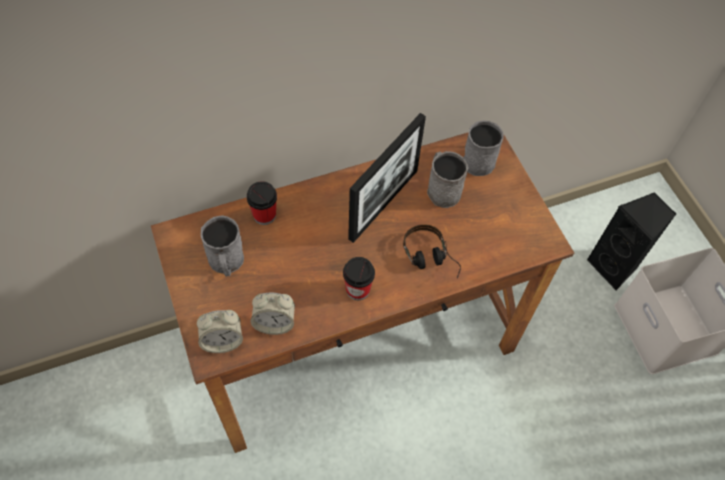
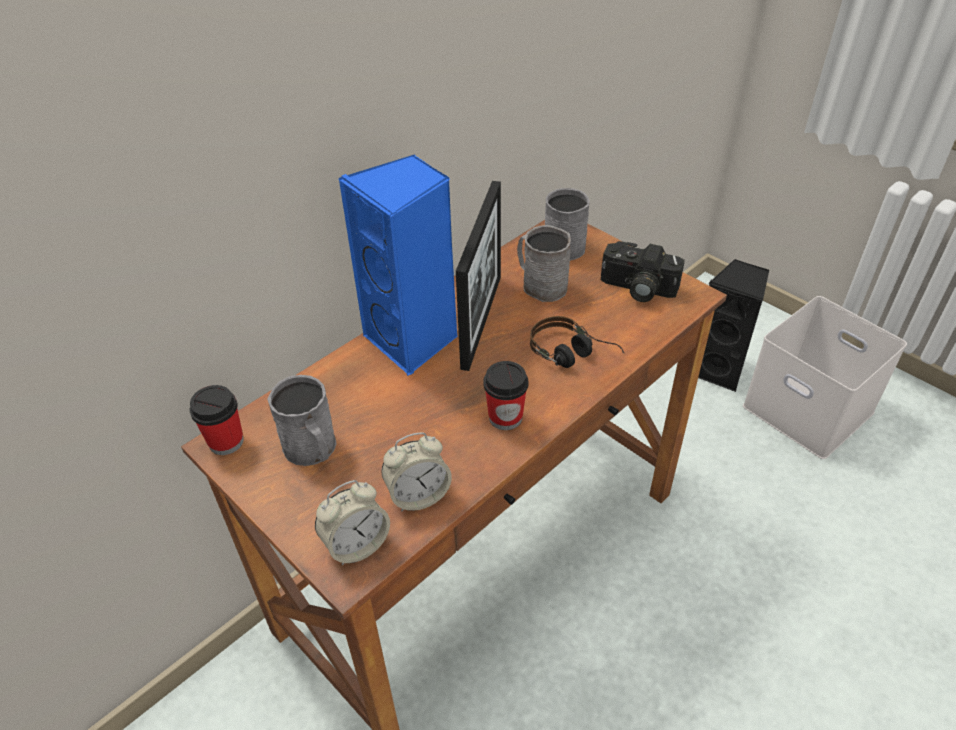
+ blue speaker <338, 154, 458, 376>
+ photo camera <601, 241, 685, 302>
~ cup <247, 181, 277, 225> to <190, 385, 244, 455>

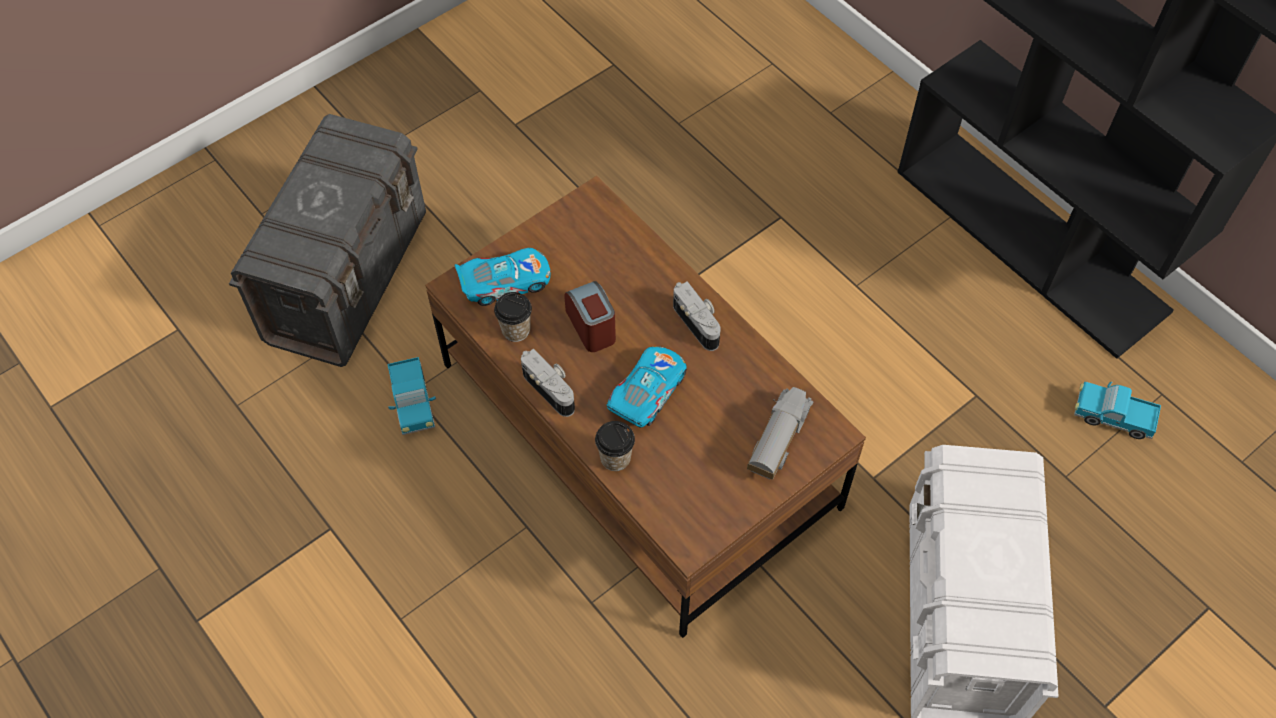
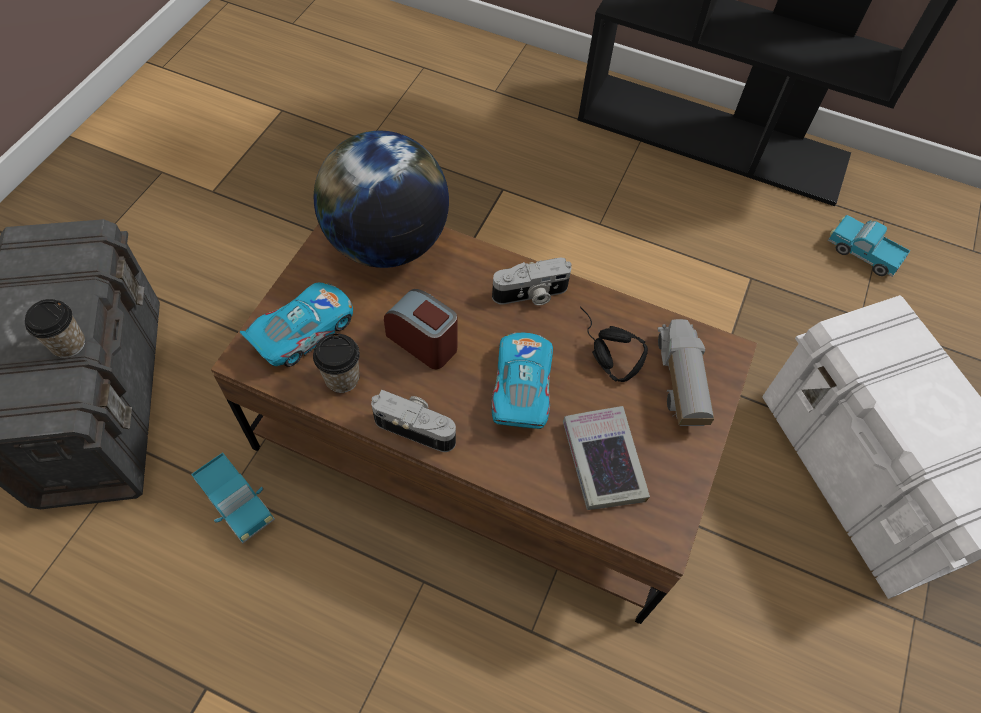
+ globe <314, 131, 449, 268>
+ book <563, 406, 650, 510>
+ black headphones <580, 306, 648, 382>
~ cup <595, 421, 635, 471> to <25, 299, 85, 358>
~ photo camera <673, 281, 721, 351> = <492, 258, 572, 306> 135 degrees clockwise
~ toy truck <1074, 382, 1161, 439> = <828, 215, 910, 277> 45 degrees clockwise

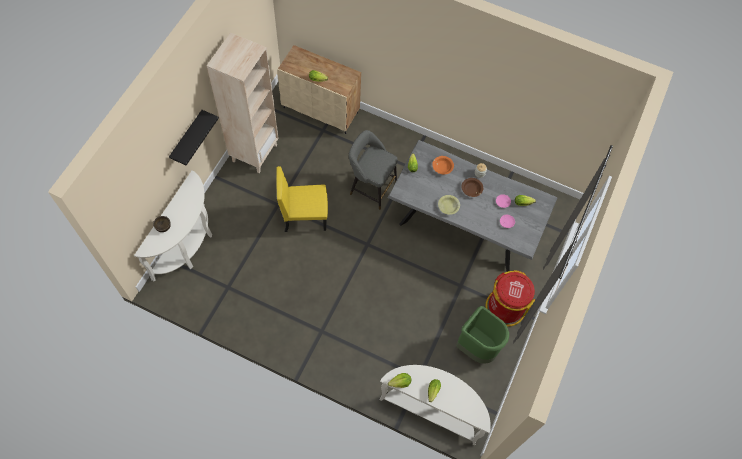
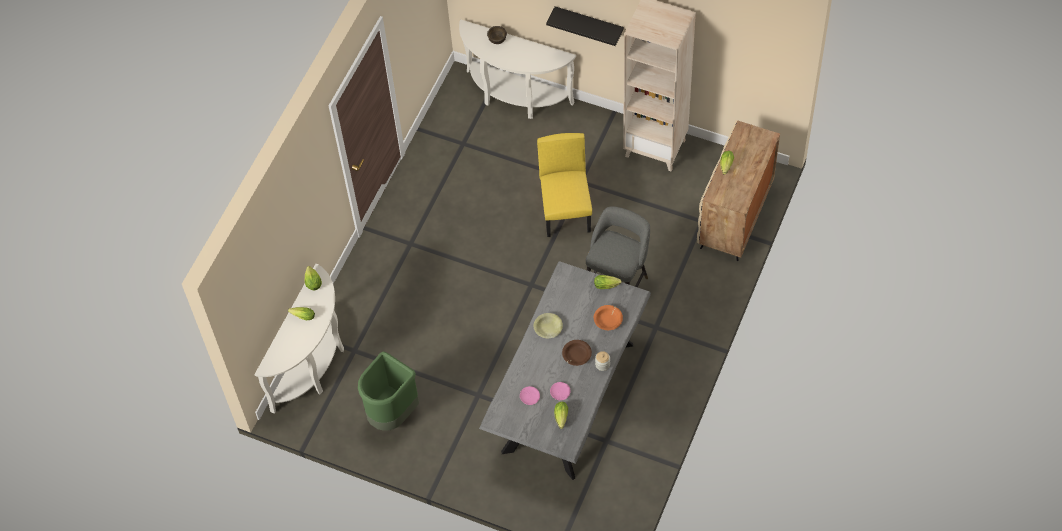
- red trash can <486, 270, 535, 327>

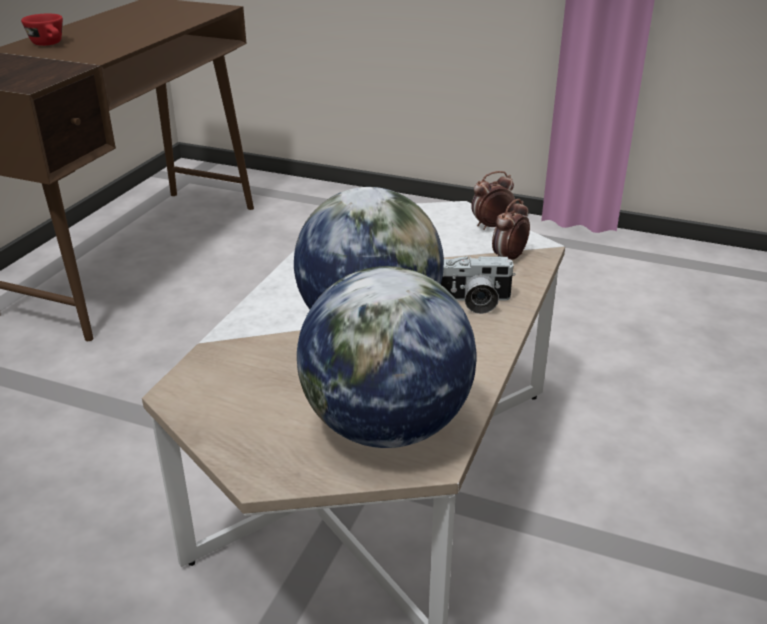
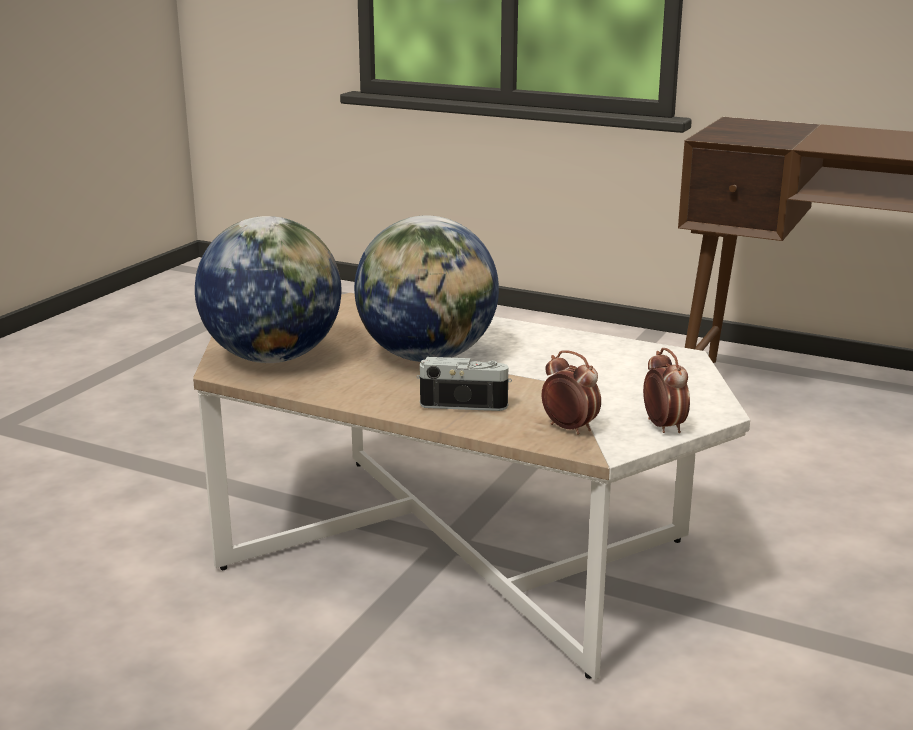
- red cup <21, 14, 63, 46>
~ photo camera <441, 256, 516, 314> = <416, 357, 512, 411> 90 degrees clockwise

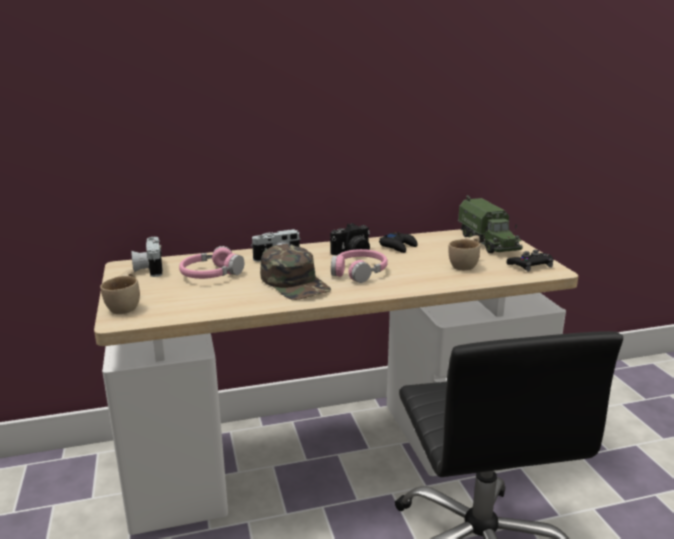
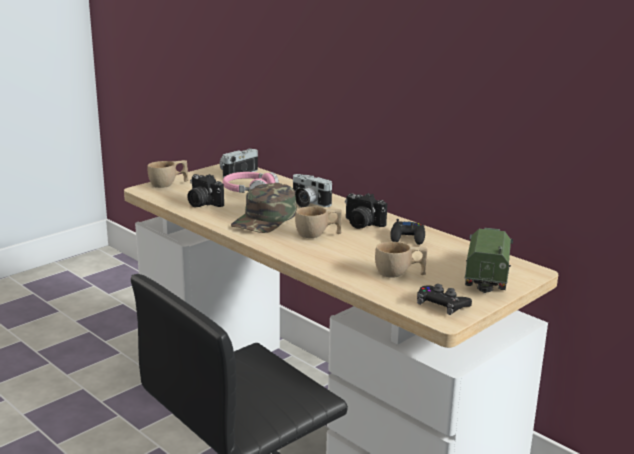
+ photo camera <187, 174, 224, 207>
~ pink headphones <331, 249, 388, 283> to beige cup <295, 207, 342, 238>
~ toy truck <458, 195, 523, 253> = <465, 228, 513, 294> 150 degrees clockwise

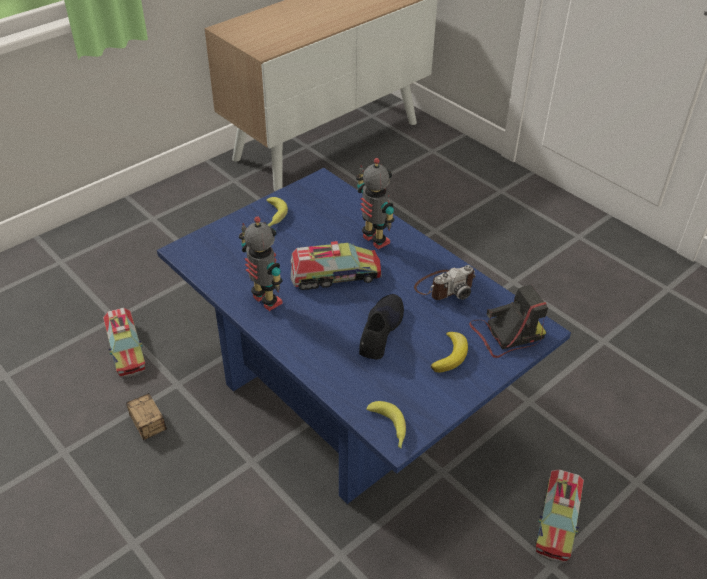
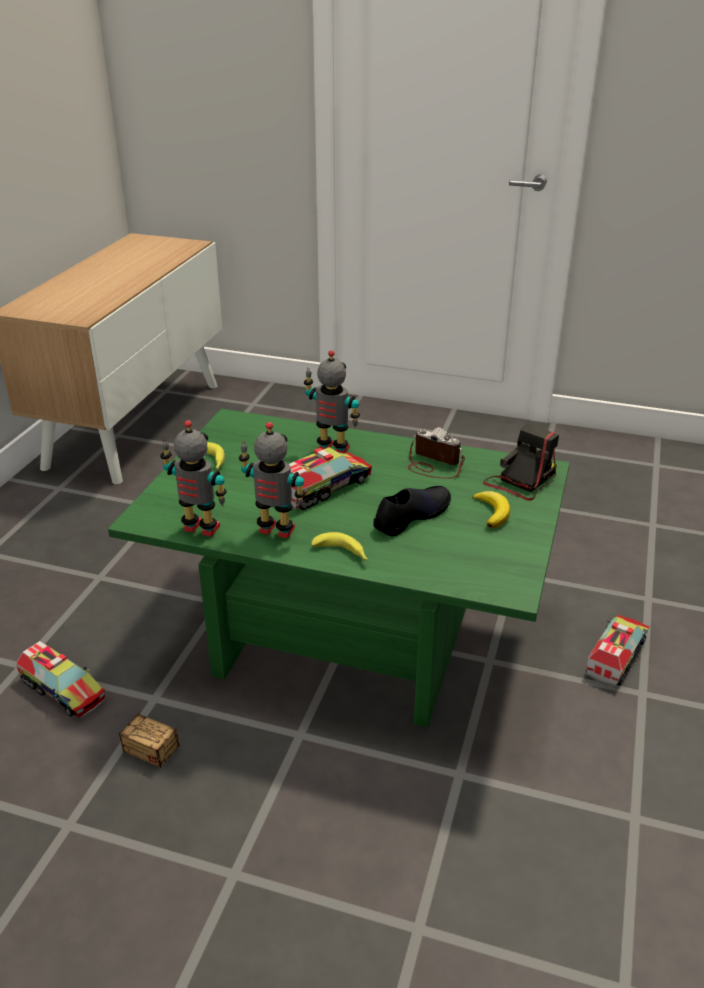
+ toy robot <160, 420, 227, 537>
~ banana <366, 401, 406, 449> to <311, 532, 368, 561>
~ blue coffee table <157, 168, 571, 504> to green coffee table <108, 409, 570, 727>
~ black shoe <359, 294, 404, 360> = <373, 486, 451, 536> 60 degrees clockwise
~ photo camera <414, 265, 476, 300> = <408, 427, 465, 479> 90 degrees counterclockwise
~ toy truck <535, 469, 584, 563> = <586, 615, 650, 687> 135 degrees counterclockwise

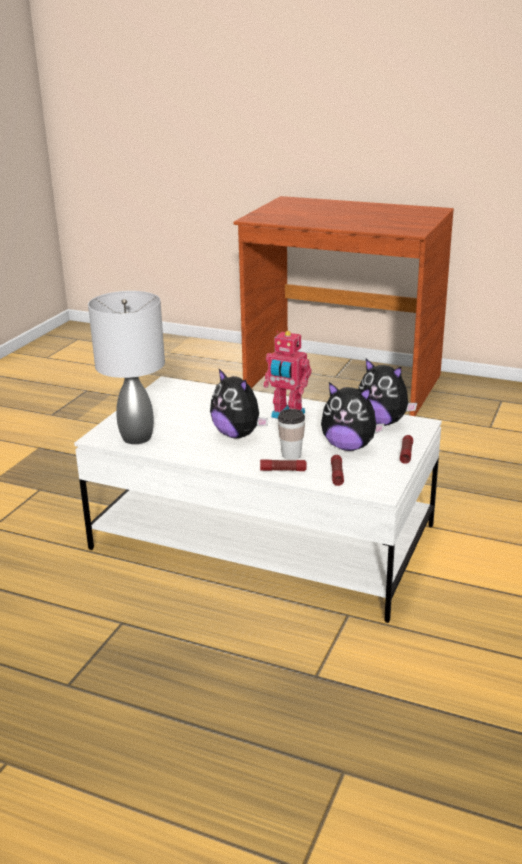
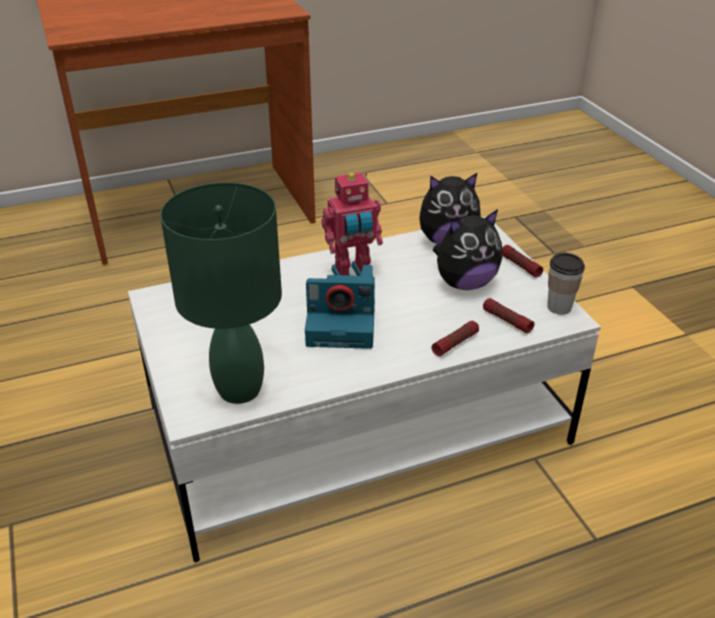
~ cup <278, 409, 305, 460> to <547, 253, 585, 315>
~ plush toy <210, 369, 268, 439> to photo camera <305, 265, 375, 349>
~ grey table lamp <88, 291, 165, 444> to green table lamp <160, 182, 282, 404>

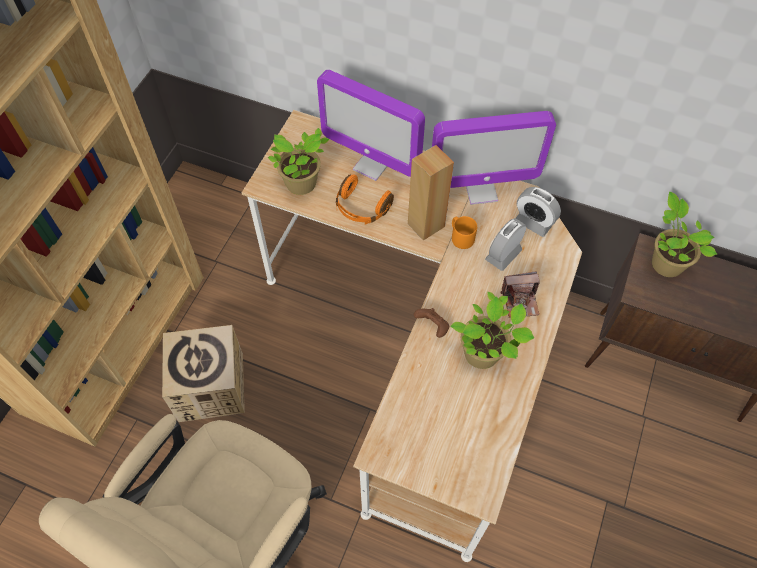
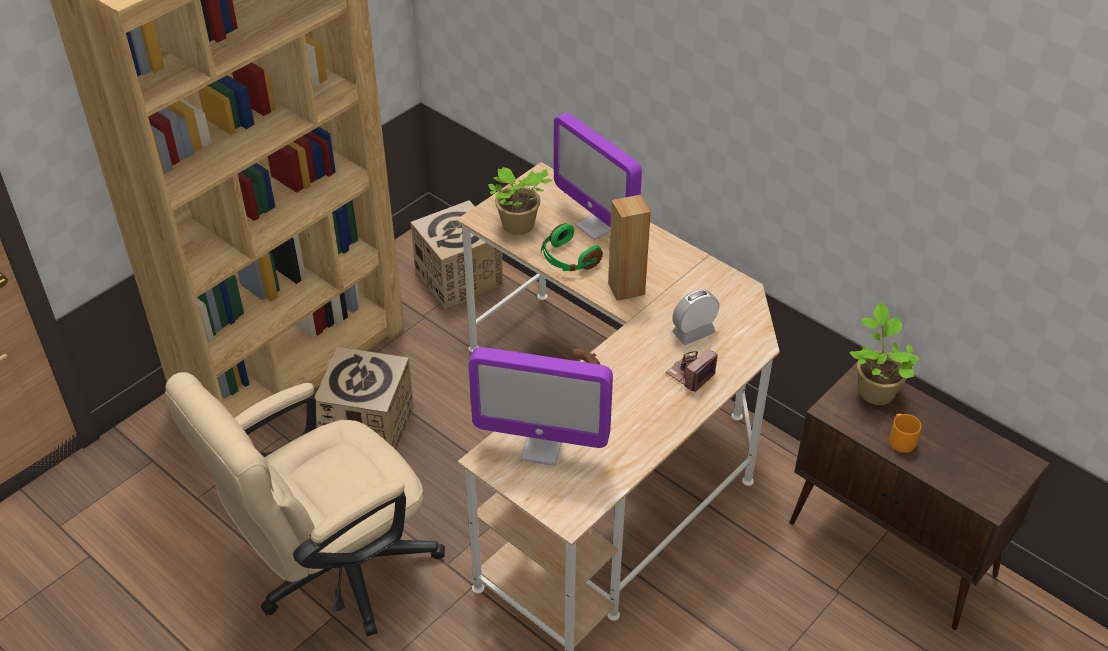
- potted plant <450, 292, 534, 369>
- alarm clock <516, 187, 561, 237>
+ cardboard box <411, 200, 503, 310>
~ monitor <432, 111, 556, 205> to <469, 347, 613, 466>
~ orange mug <452, 216, 477, 249> to <889, 414, 921, 453>
~ orange headphones <336, 174, 394, 224> to green headphones <541, 223, 603, 271>
~ photo camera <501, 271, 540, 318> = <666, 349, 718, 392> 120 degrees clockwise

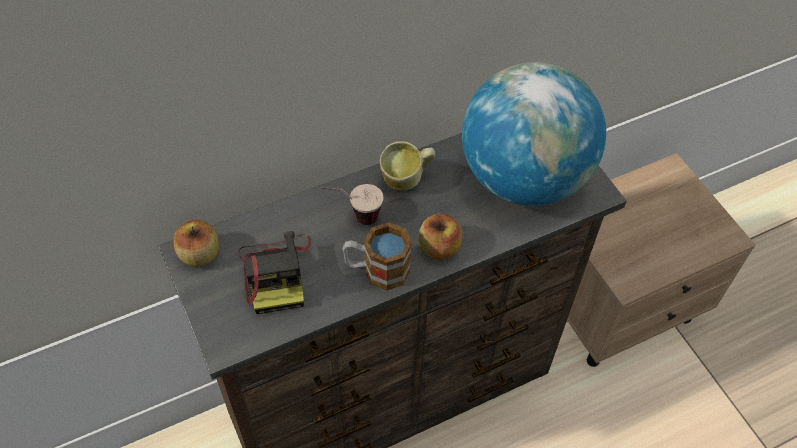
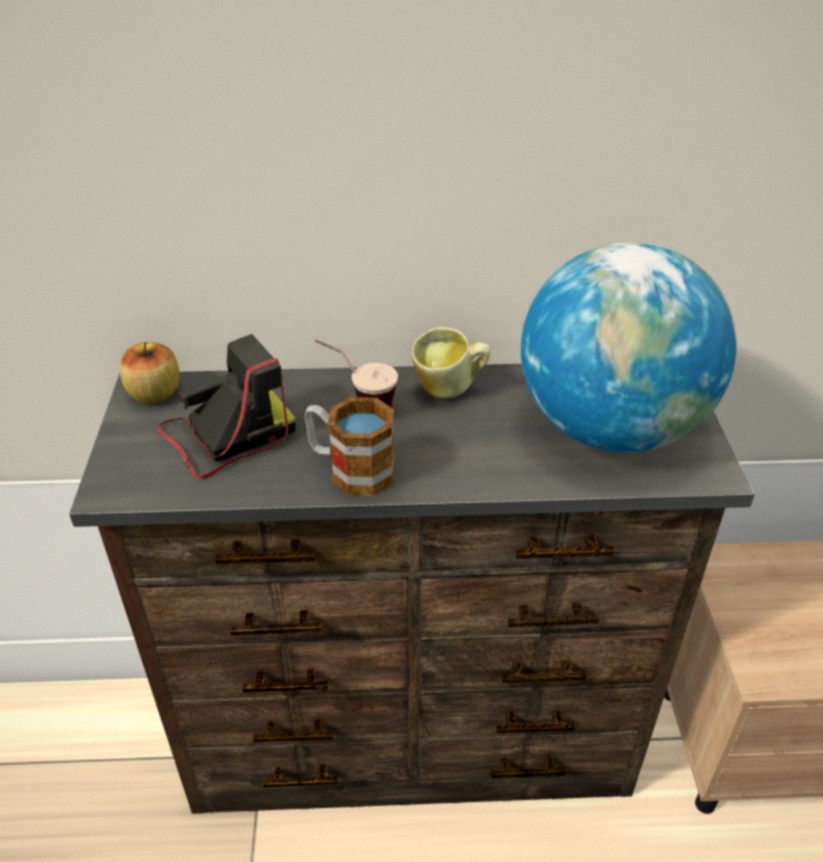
- apple <419, 214, 463, 260>
~ photo camera <239, 231, 311, 314> = <157, 334, 296, 479> 135 degrees counterclockwise

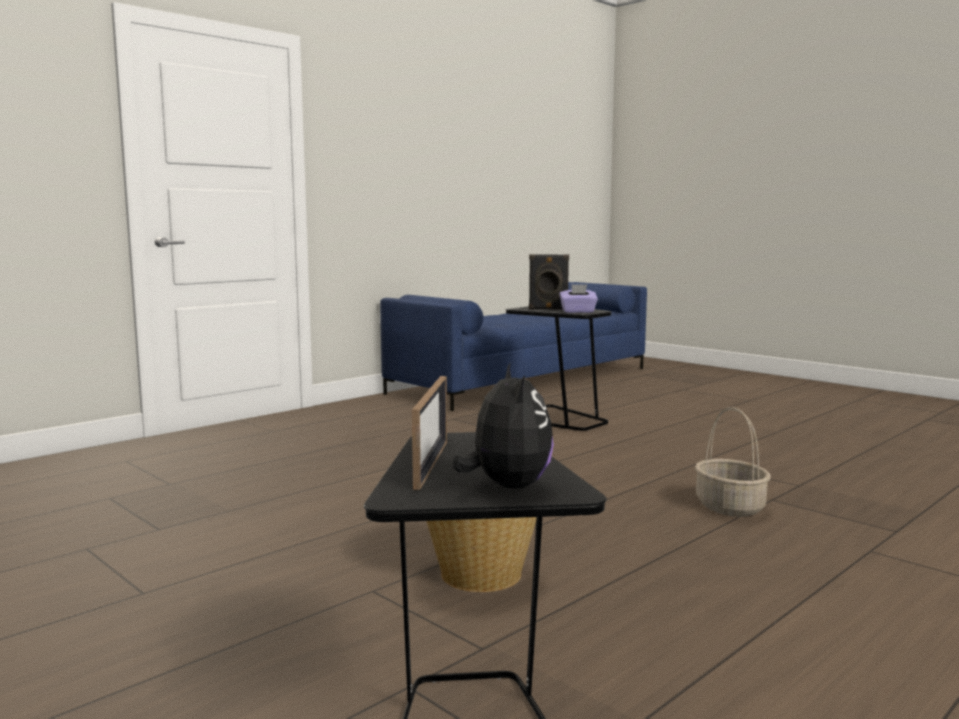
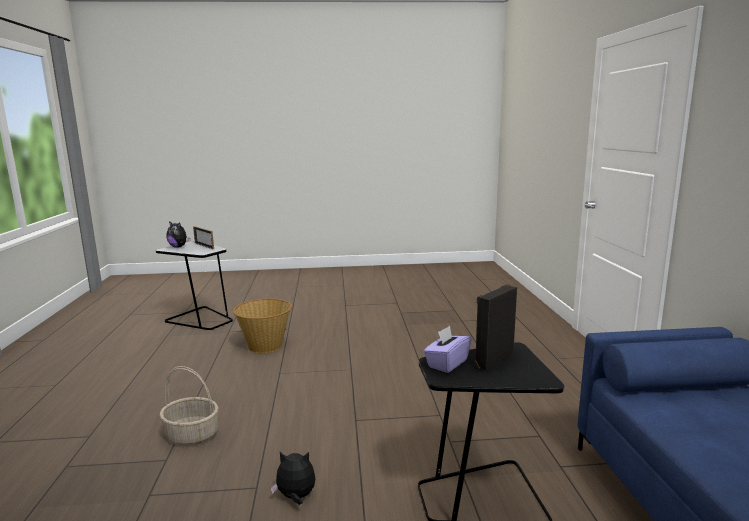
+ plush toy <271, 452, 315, 505>

